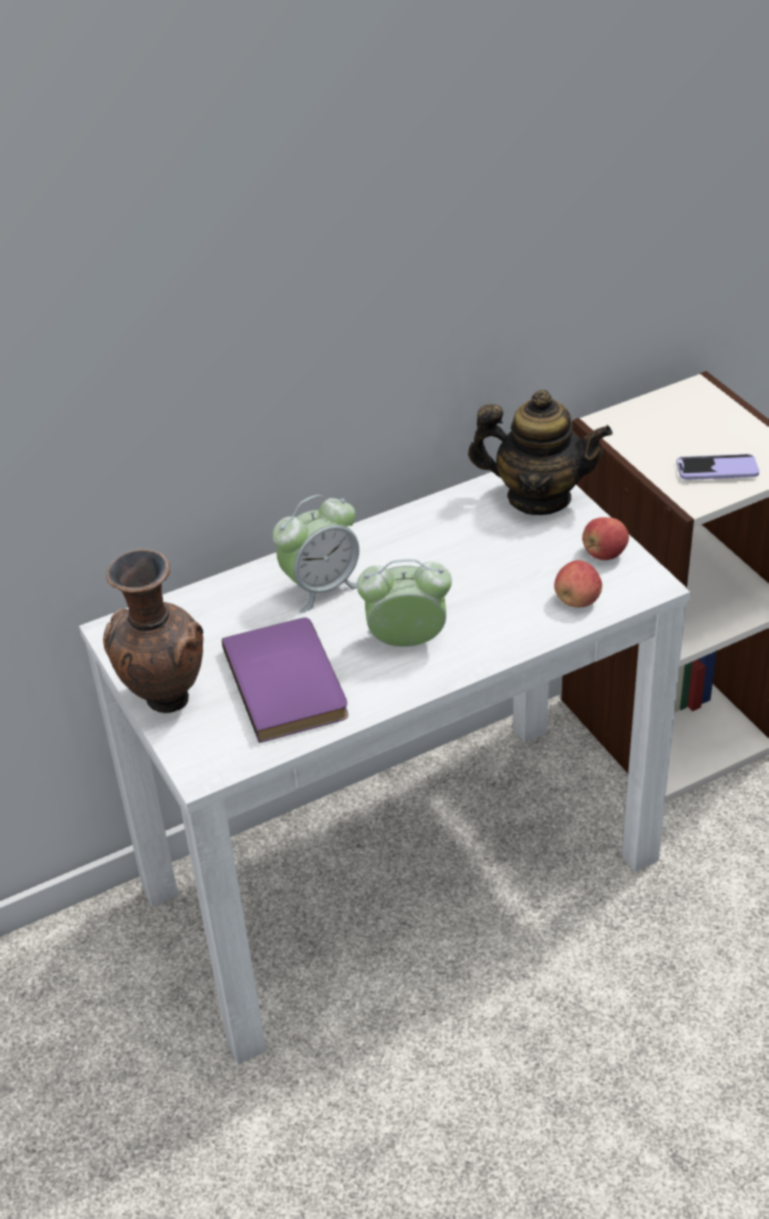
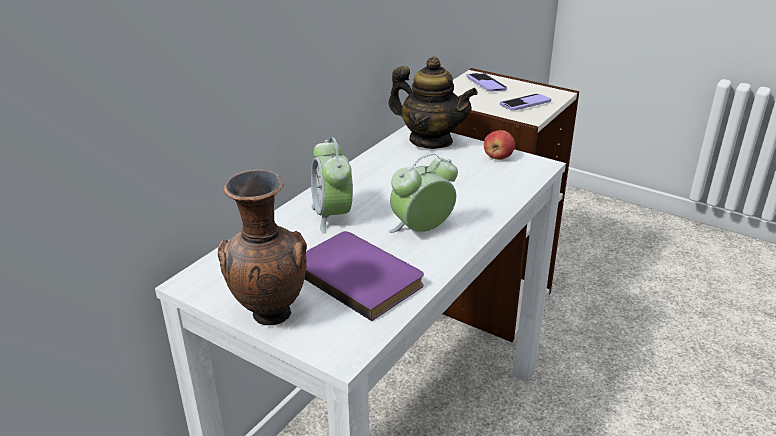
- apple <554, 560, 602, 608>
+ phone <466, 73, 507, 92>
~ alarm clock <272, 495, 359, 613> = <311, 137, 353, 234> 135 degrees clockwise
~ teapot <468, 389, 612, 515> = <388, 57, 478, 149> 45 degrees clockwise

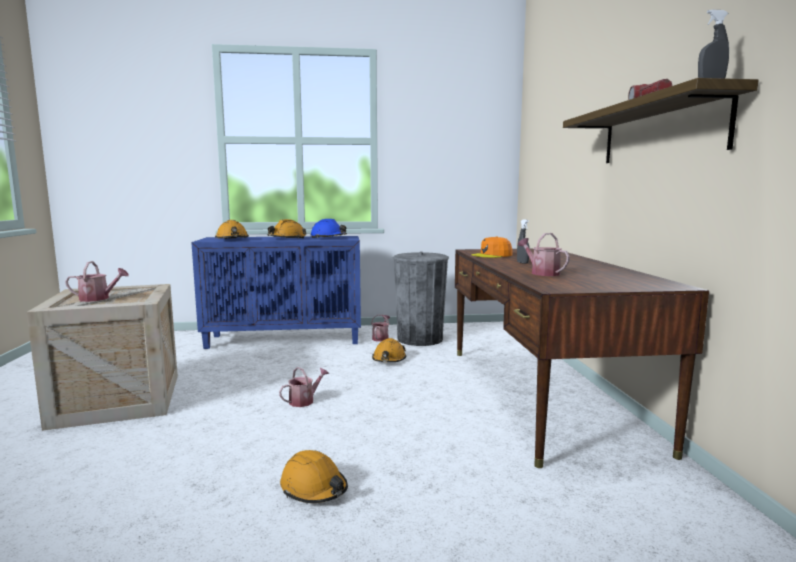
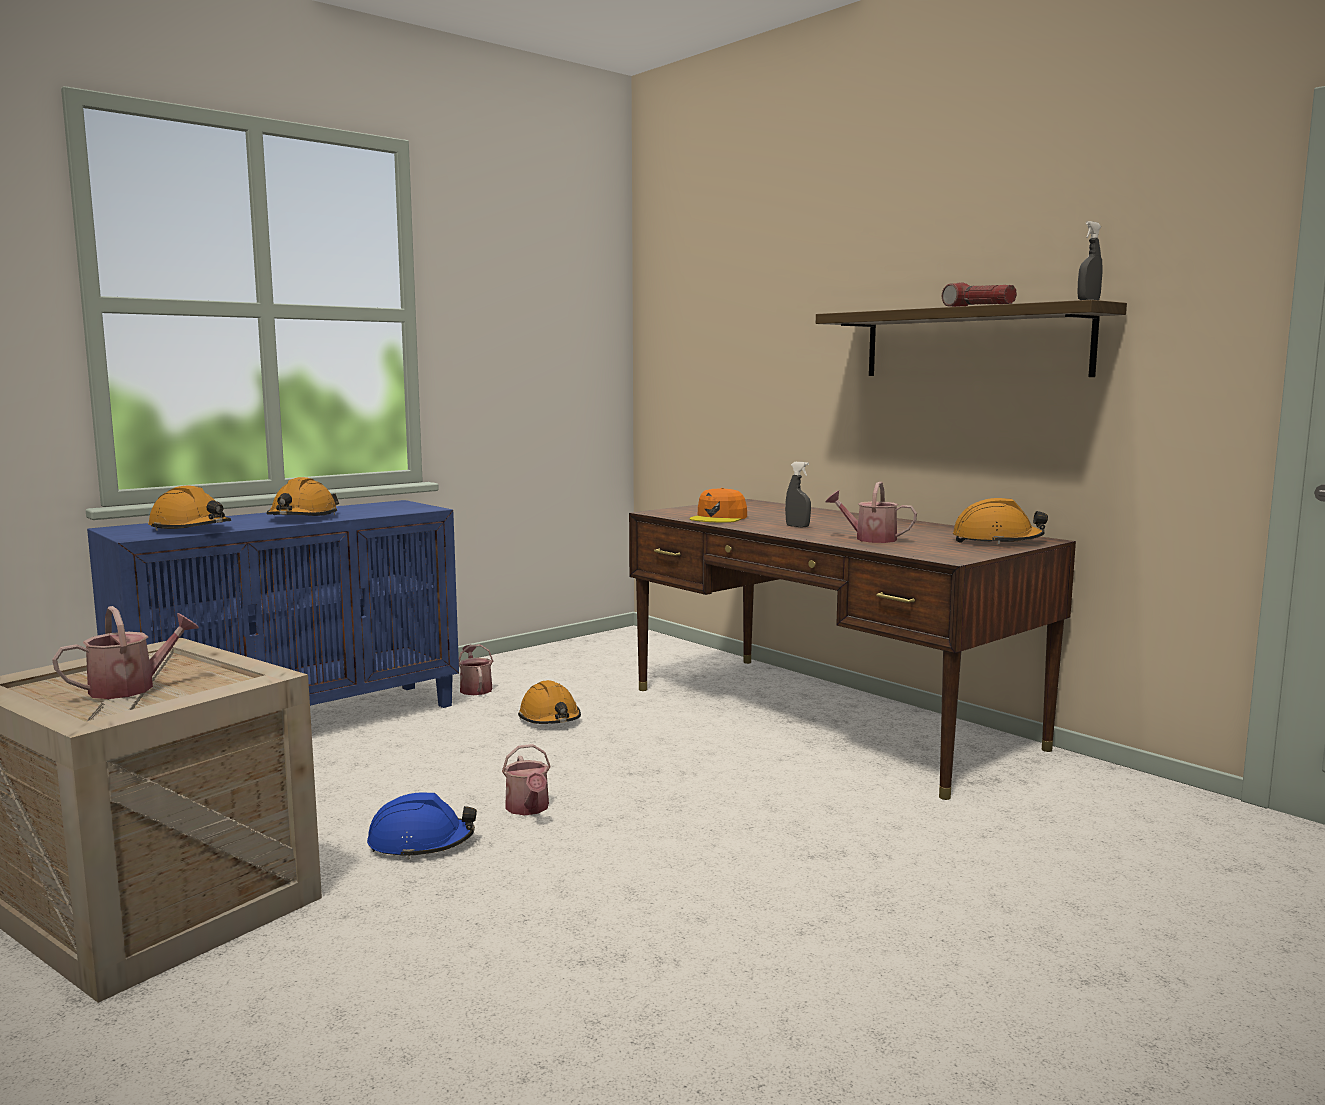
- grey trash can <393, 252, 449, 346>
~ orange hard hat <280, 450, 348, 503> to <953, 498, 1048, 544>
~ blue hard hat <311, 219, 347, 238> to <367, 793, 477, 859>
~ watering can <279, 367, 329, 407> = <502, 744, 551, 816> 150 degrees clockwise

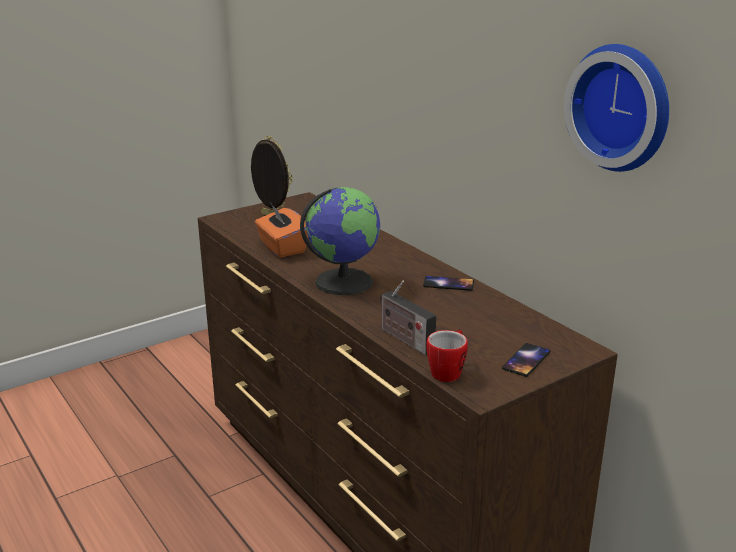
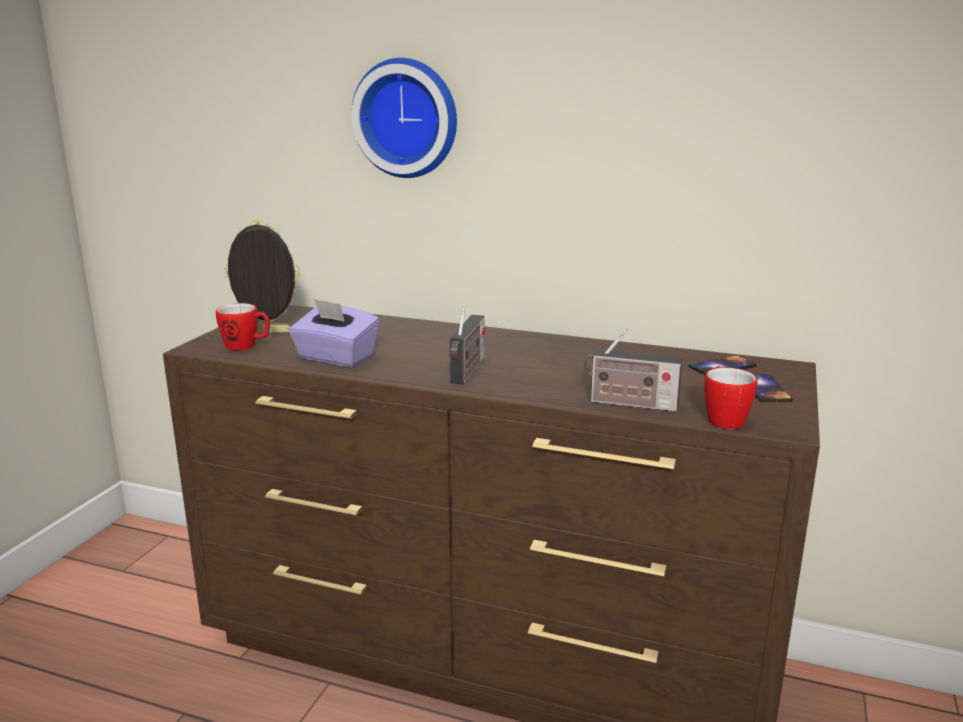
+ mug <216, 303, 270, 351>
~ phone <423, 276, 474, 291> to <689, 356, 757, 375>
~ wall clock <564, 44, 669, 172> to <351, 58, 457, 178>
~ globe <300, 187, 381, 295> to radio <449, 305, 485, 384>
~ orange tissue box <255, 204, 308, 258> to purple tissue box <289, 298, 380, 367>

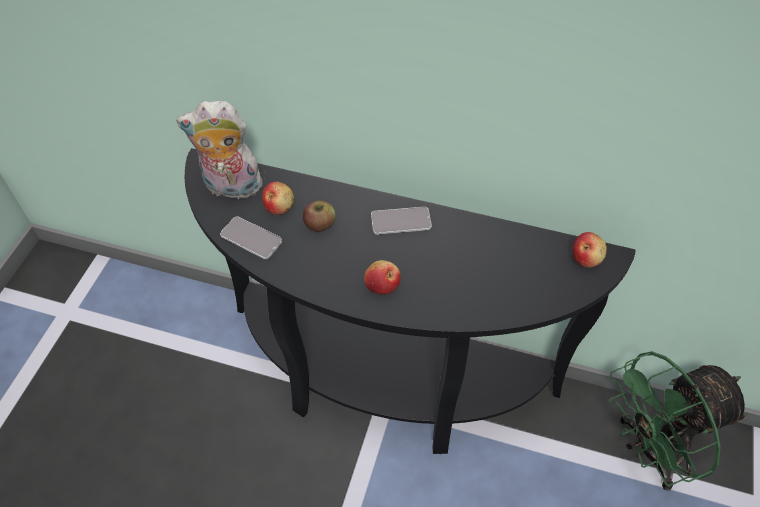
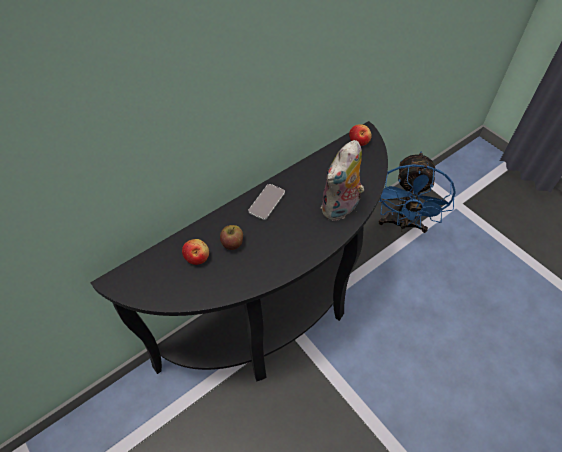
- phone <220, 216, 282, 259>
- apple <364, 260, 401, 294>
~ plush toy <176, 101, 265, 203> to <321, 140, 364, 221>
~ green fan <609, 351, 748, 491> to blue fan <379, 152, 456, 233>

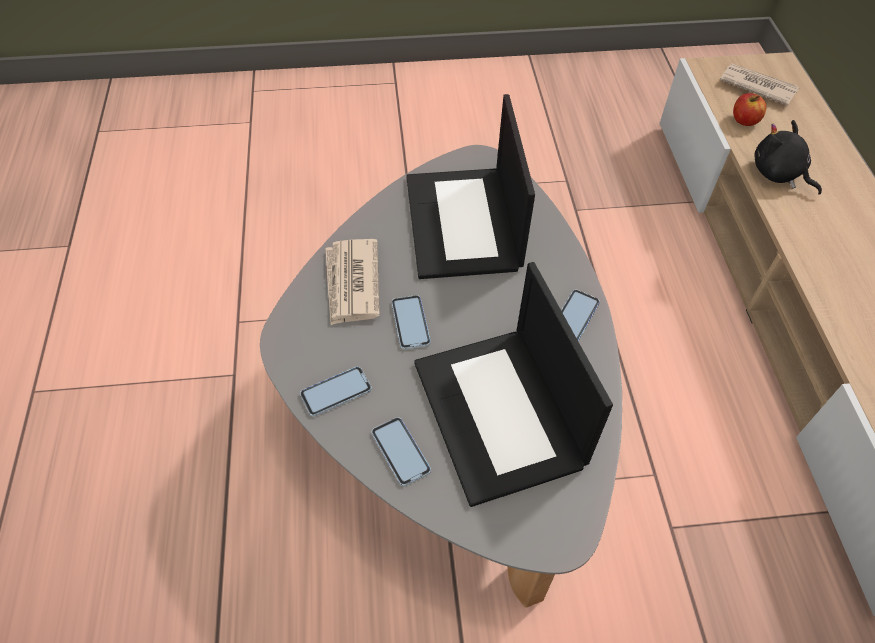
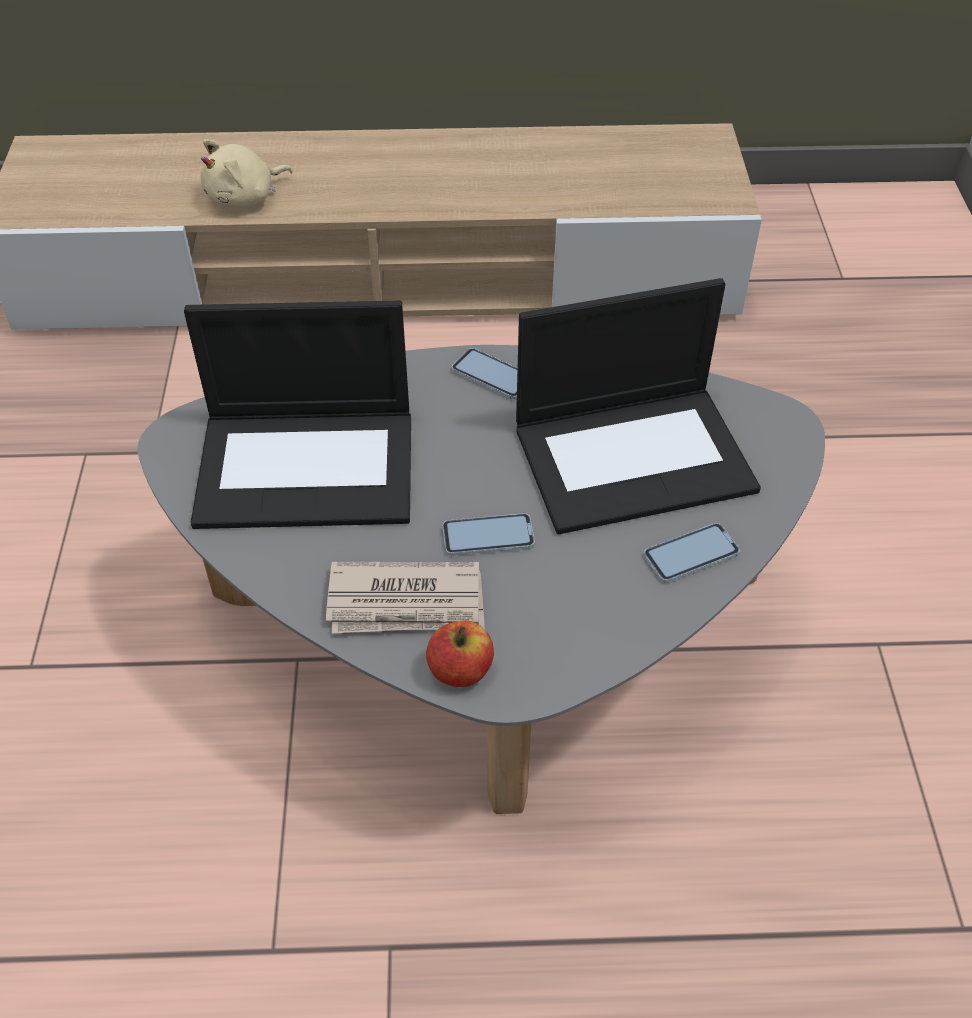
- phone <300, 367, 372, 417>
- newspaper <720, 63, 799, 106>
~ apple <733, 93, 766, 126> to <426, 621, 494, 687>
~ black plush toy <754, 120, 822, 194> to beige plush toy <201, 139, 293, 207>

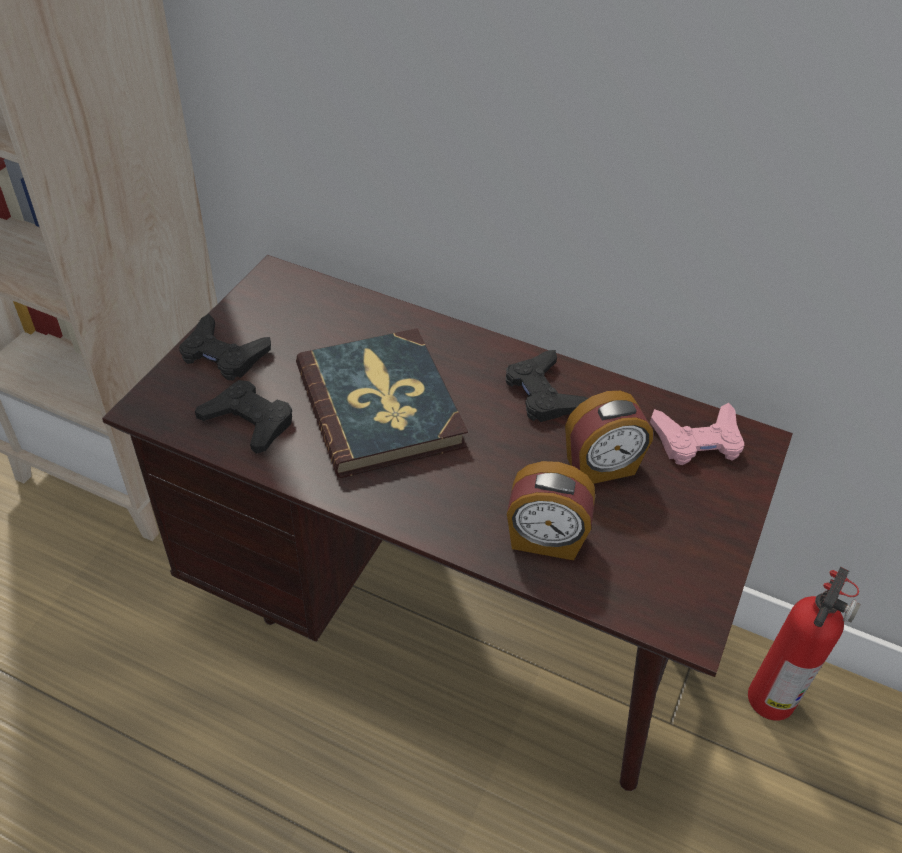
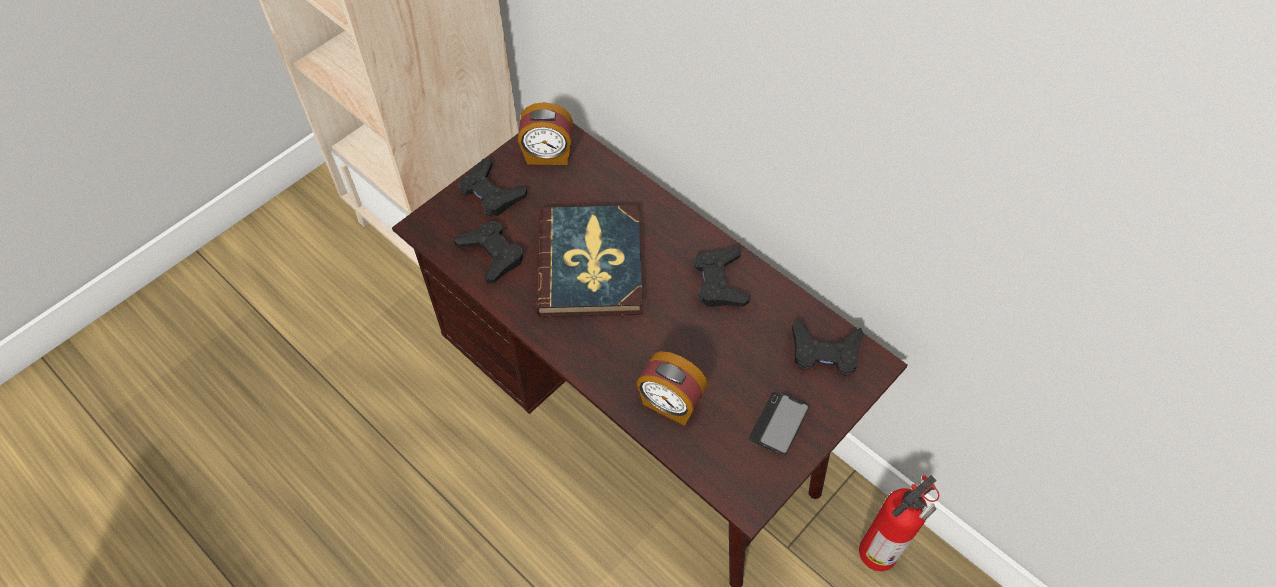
+ phone <749, 392, 810, 454>
~ alarm clock <565, 391, 653, 484> to <518, 102, 573, 165>
~ pink game controller <650, 403, 744, 465> to black game controller <792, 319, 864, 376>

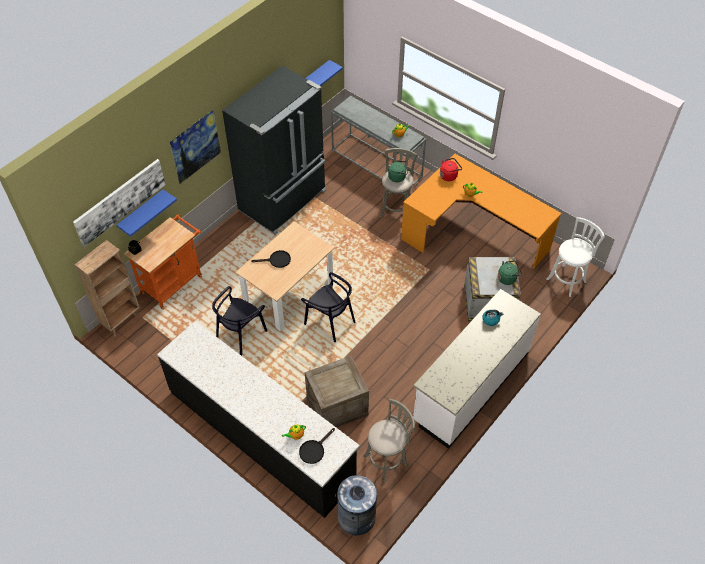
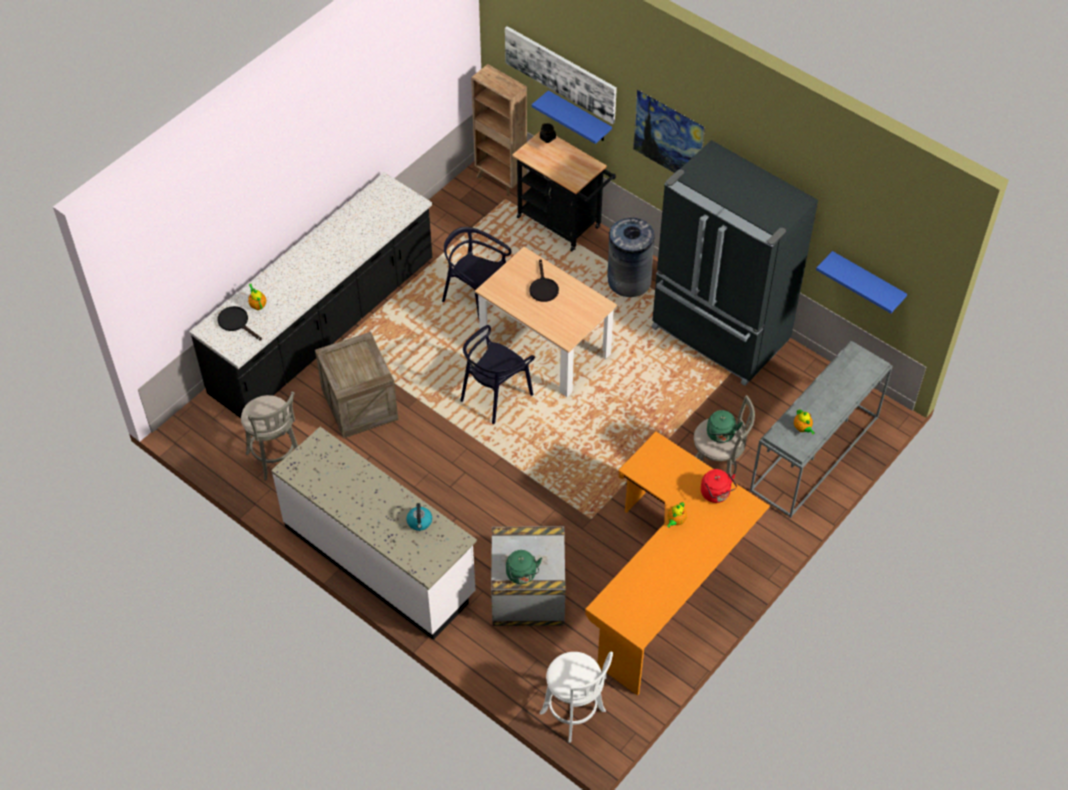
~ grey trash can <337, 475, 377, 535> to <607, 218, 655, 297>
~ orange cart <124, 215, 202, 310> to black cart <512, 131, 616, 252>

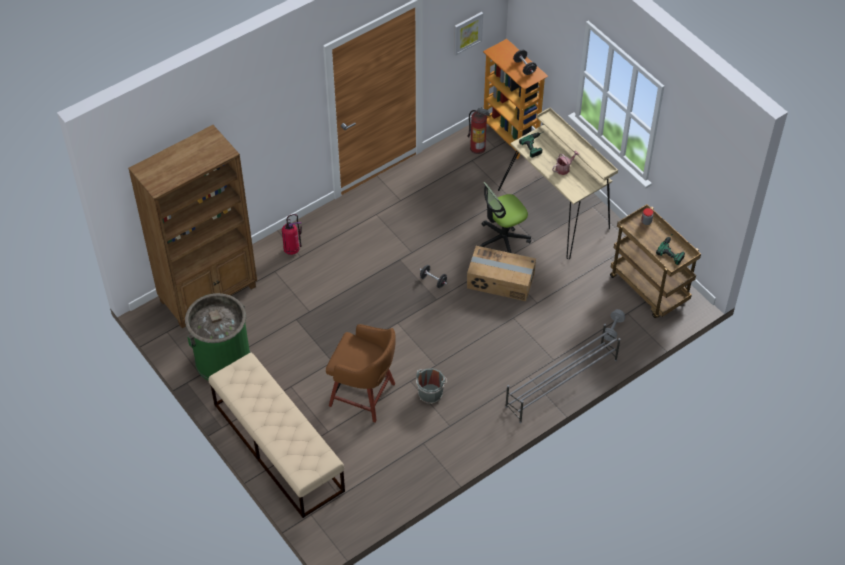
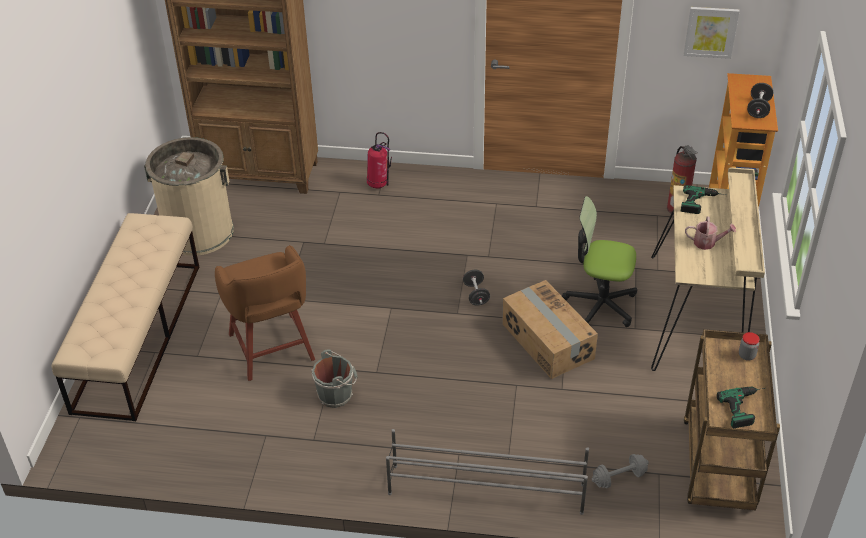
~ green trash can <185, 293, 251, 381> to beige trash can <144, 137, 234, 256>

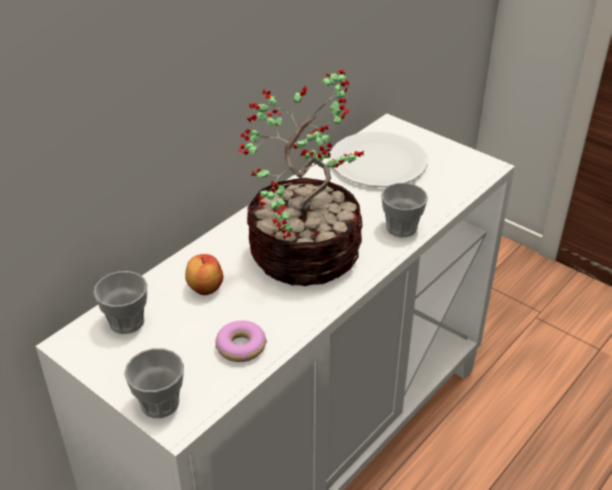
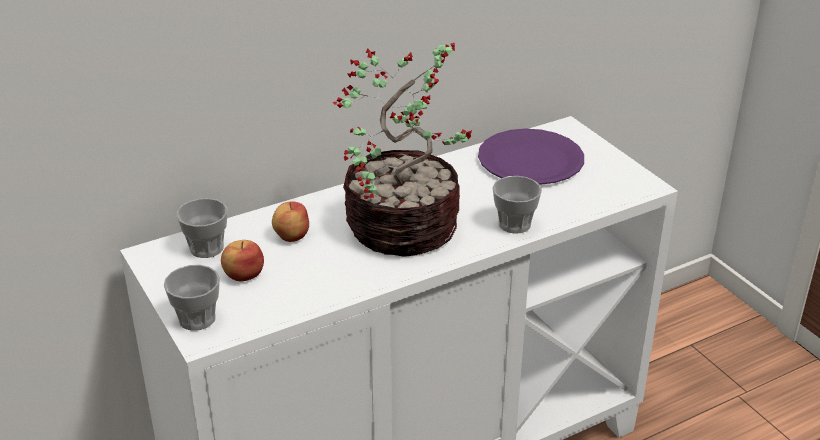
- donut <215, 321, 267, 362>
+ apple <221, 240, 264, 281>
~ white plate <329, 132, 428, 187> to purple plate <478, 129, 584, 185>

